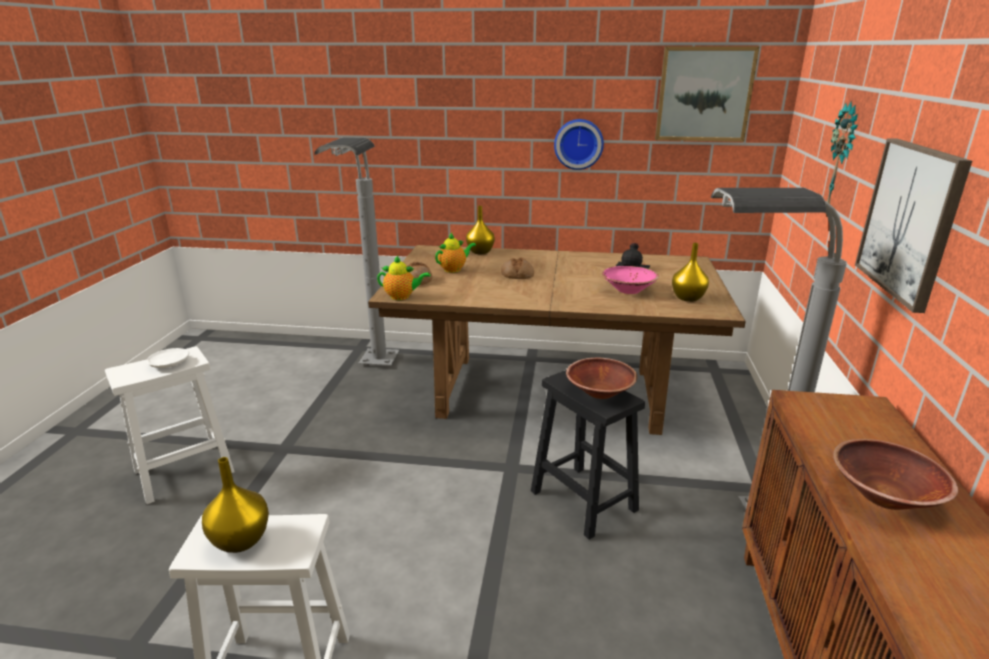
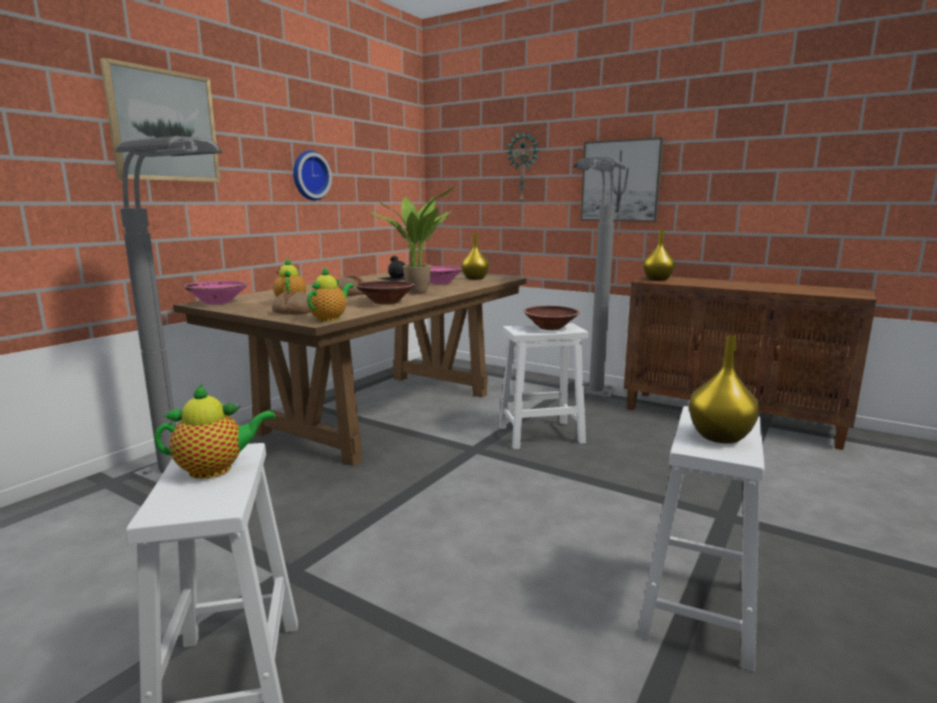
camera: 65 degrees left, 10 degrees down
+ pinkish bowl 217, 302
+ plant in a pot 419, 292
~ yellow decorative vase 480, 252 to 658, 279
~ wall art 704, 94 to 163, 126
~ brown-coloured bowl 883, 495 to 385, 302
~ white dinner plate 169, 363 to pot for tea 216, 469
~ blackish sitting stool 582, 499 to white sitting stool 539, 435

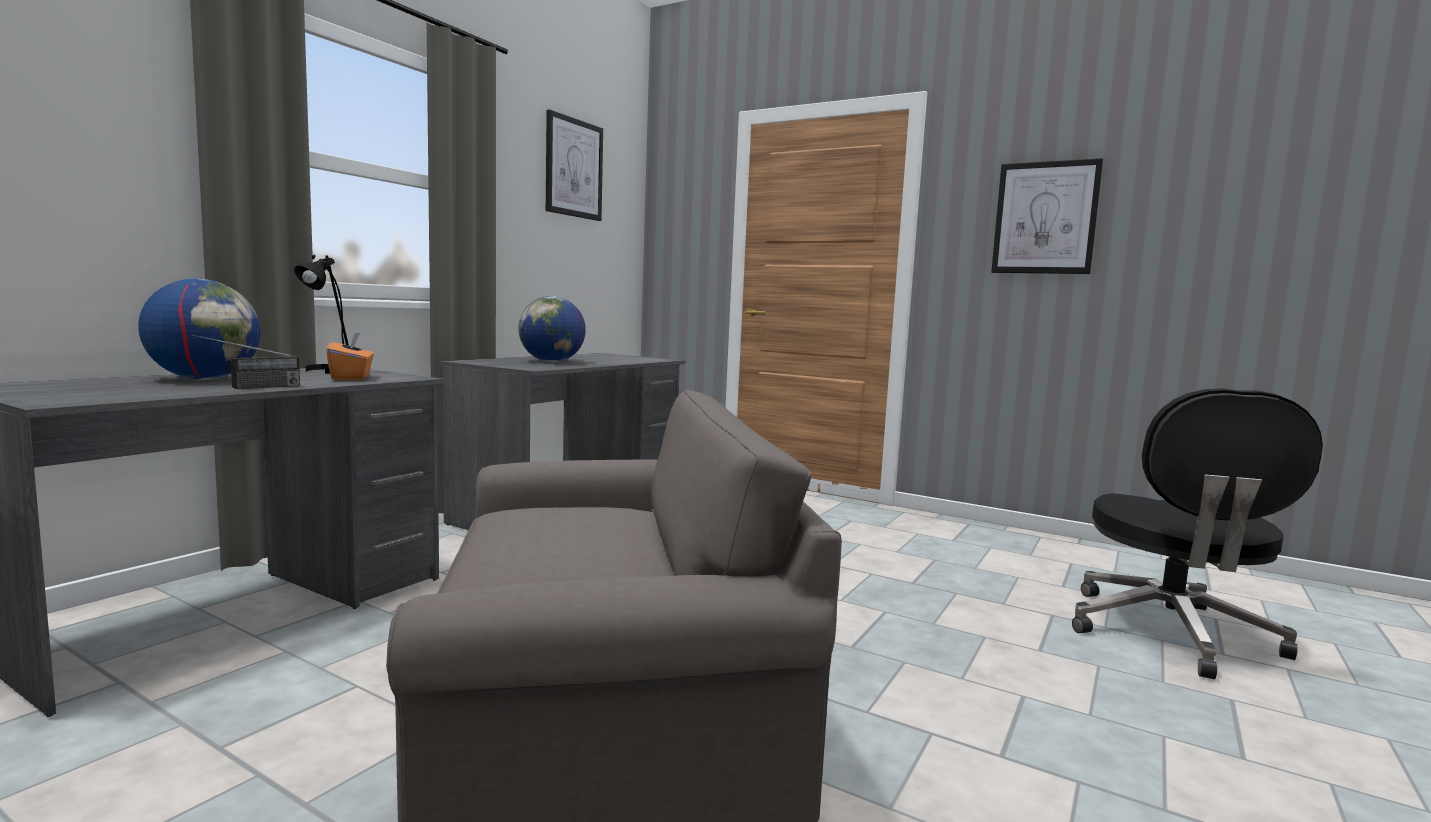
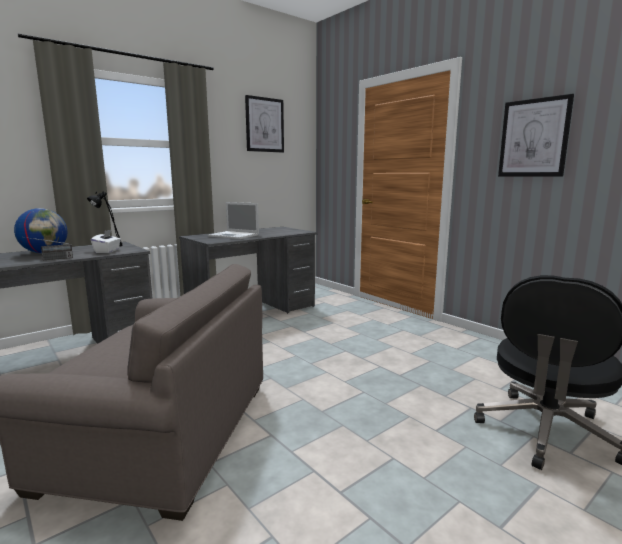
camera: 20 degrees right, 5 degrees up
~ globe 552, 362 to notebook computer 234, 235
~ orange box of tissues 352, 378 to white box of tissues 107, 251

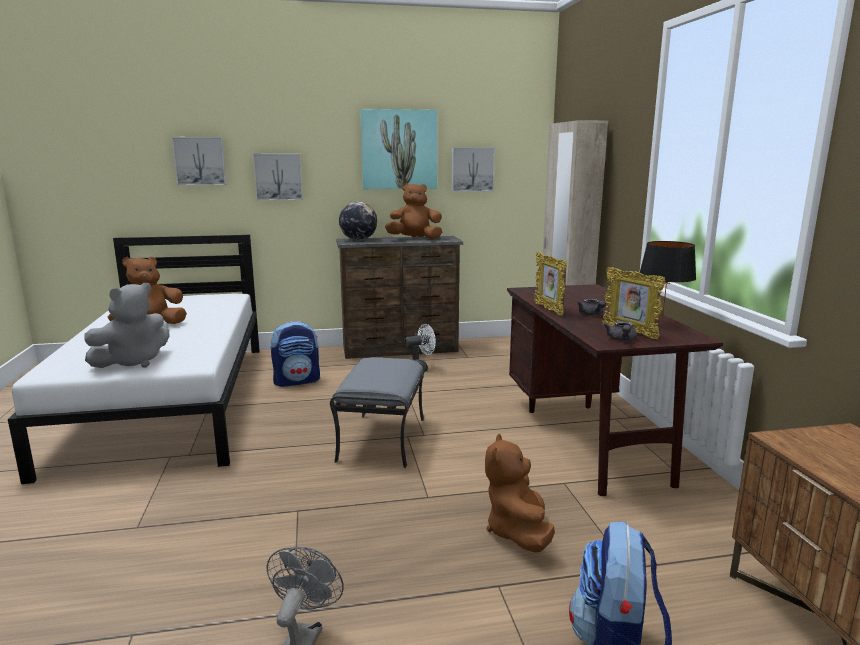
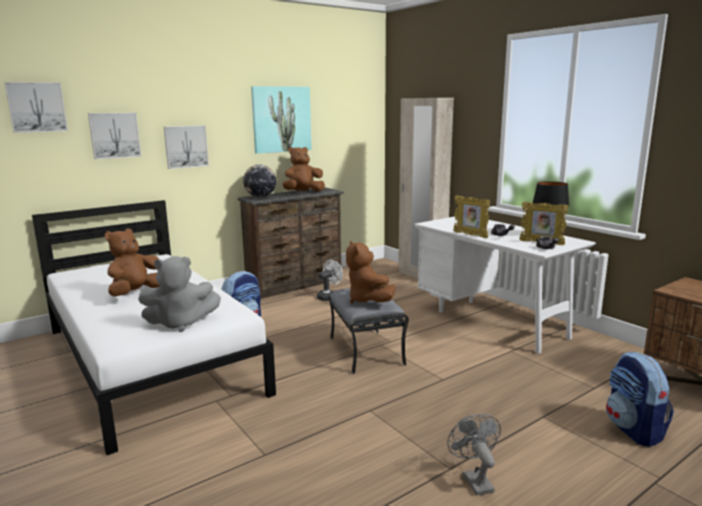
camera: 25 degrees left, 0 degrees up
~ wall art 472, 169 to 36, 107
~ brown-coloured cuddly toy 518, 532 to 367, 300
~ brown-coloured desk table 587, 437 to white desk table 492, 321
~ greyish cuddly toy 133, 362 = 181, 323 60 degrees clockwise

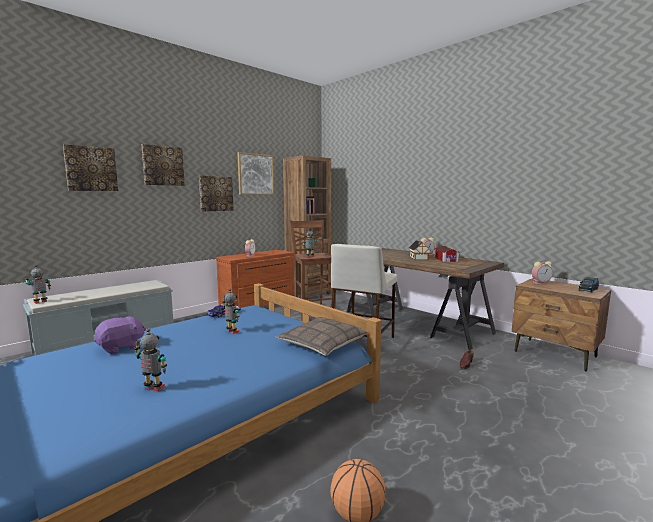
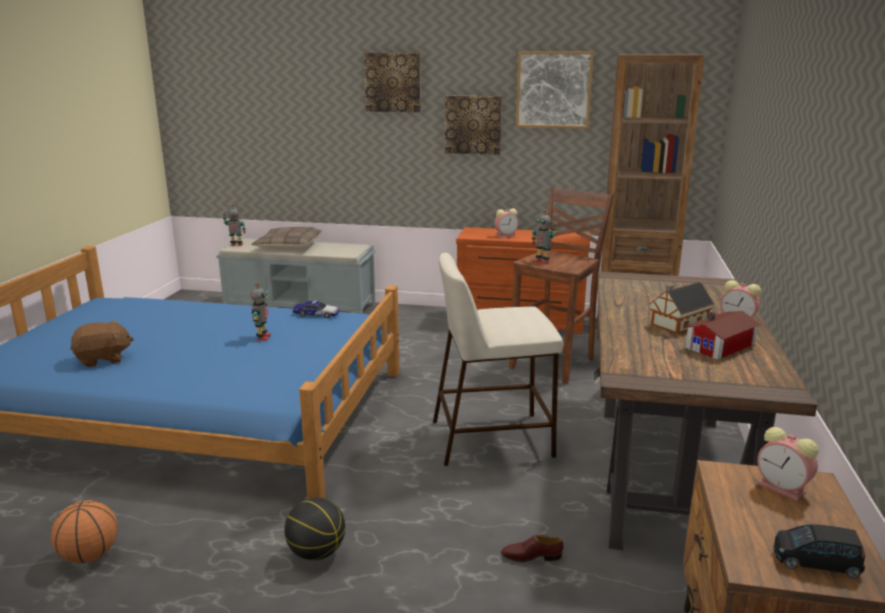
camera: 55 degrees right, 10 degrees up
- wall art 91, 169
- purple-coloured cuddly toy 121, 348
+ ball for basketball 316, 553
~ cushion 322, 344 to 288, 246
~ toy robot 153, 388 to brown-coloured cuddly toy 103, 359

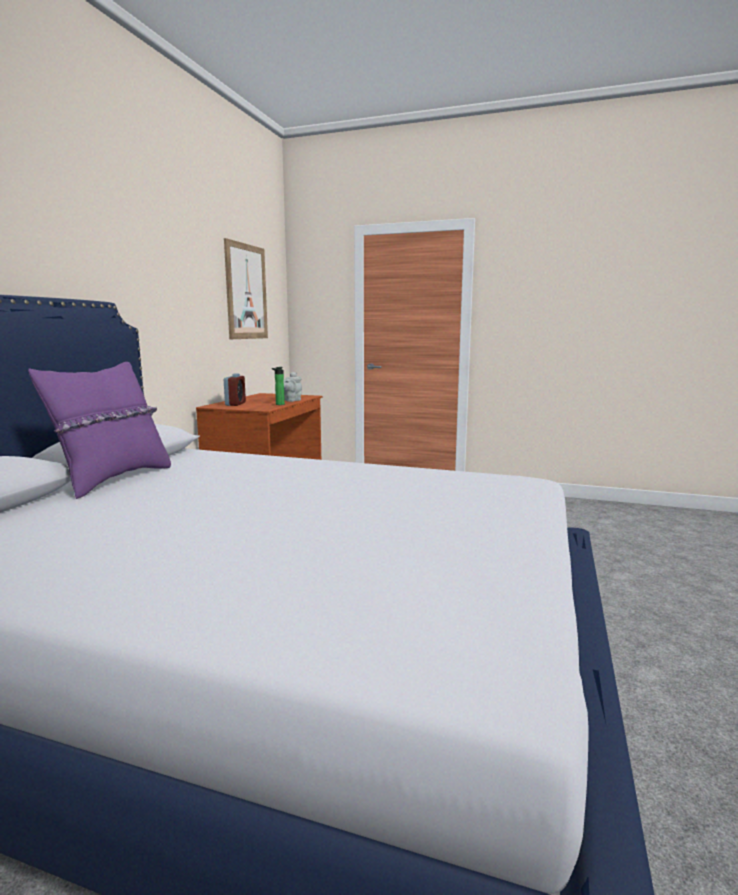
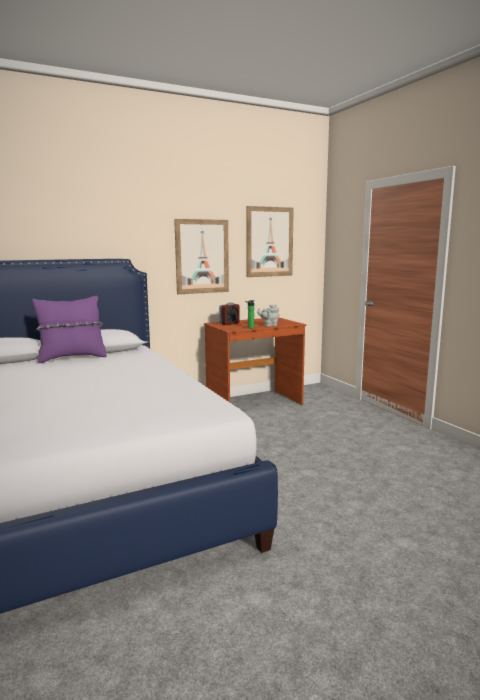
camera: 45 degrees right, 0 degrees up
+ wall art 202, 256

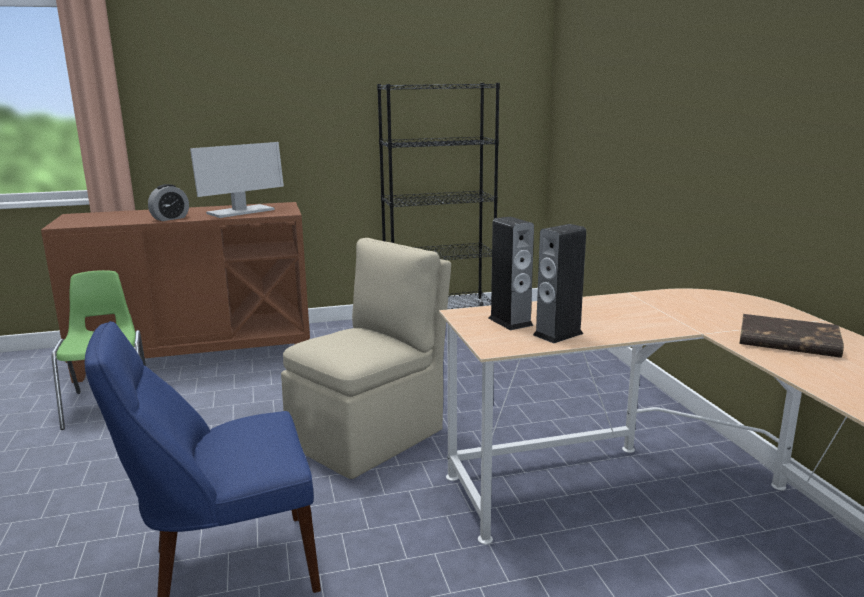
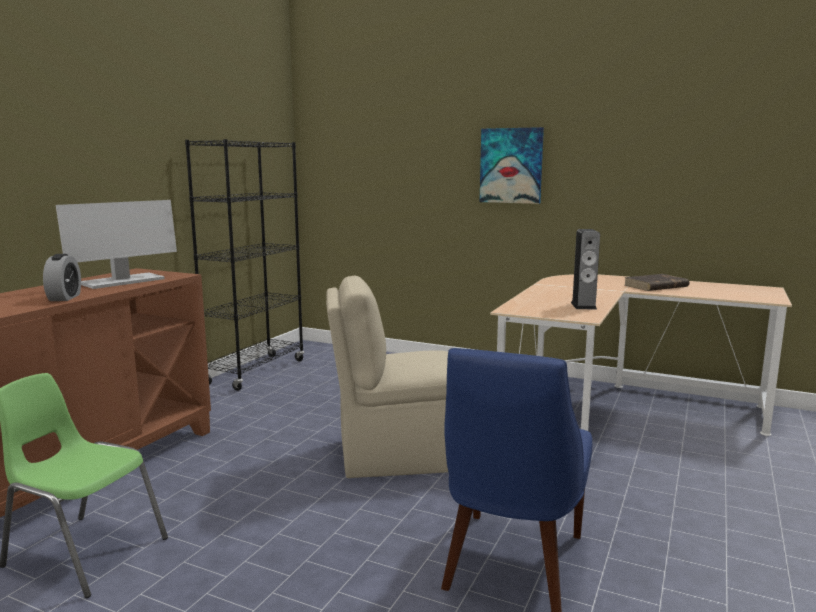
camera: 50 degrees left, 5 degrees down
- loudspeaker 510, 322
+ wall art 511, 165
~ computer display 240, 212 = 122, 281 45 degrees clockwise
~ beige-coloured upright chair 370, 436 = 397, 455 90 degrees counterclockwise

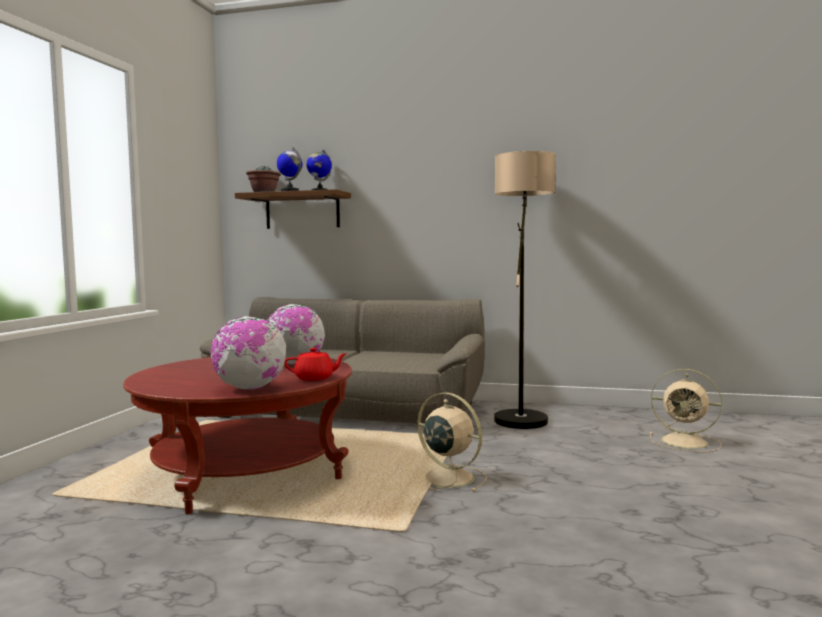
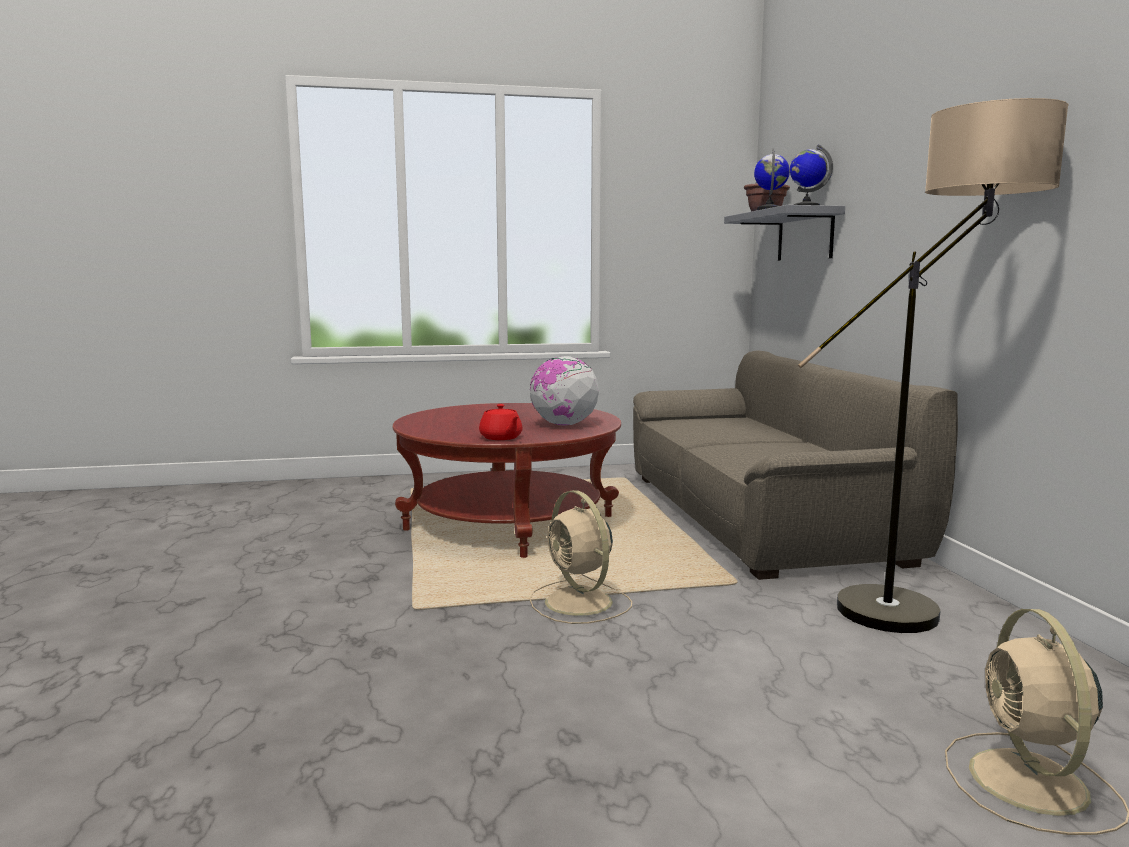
camera: 65 degrees right, 5 degrees up
- globe 250, 388
~ brown-coloured wall shelf 302, 211 to greyish wall shelf 805, 235
~ beige-coloured cooling fan 446, 477 = 580, 603 135 degrees clockwise

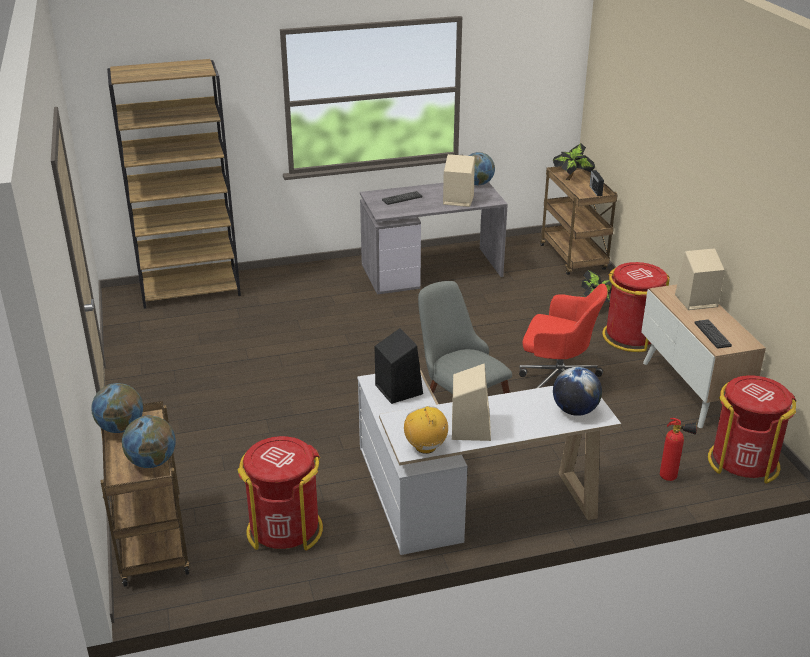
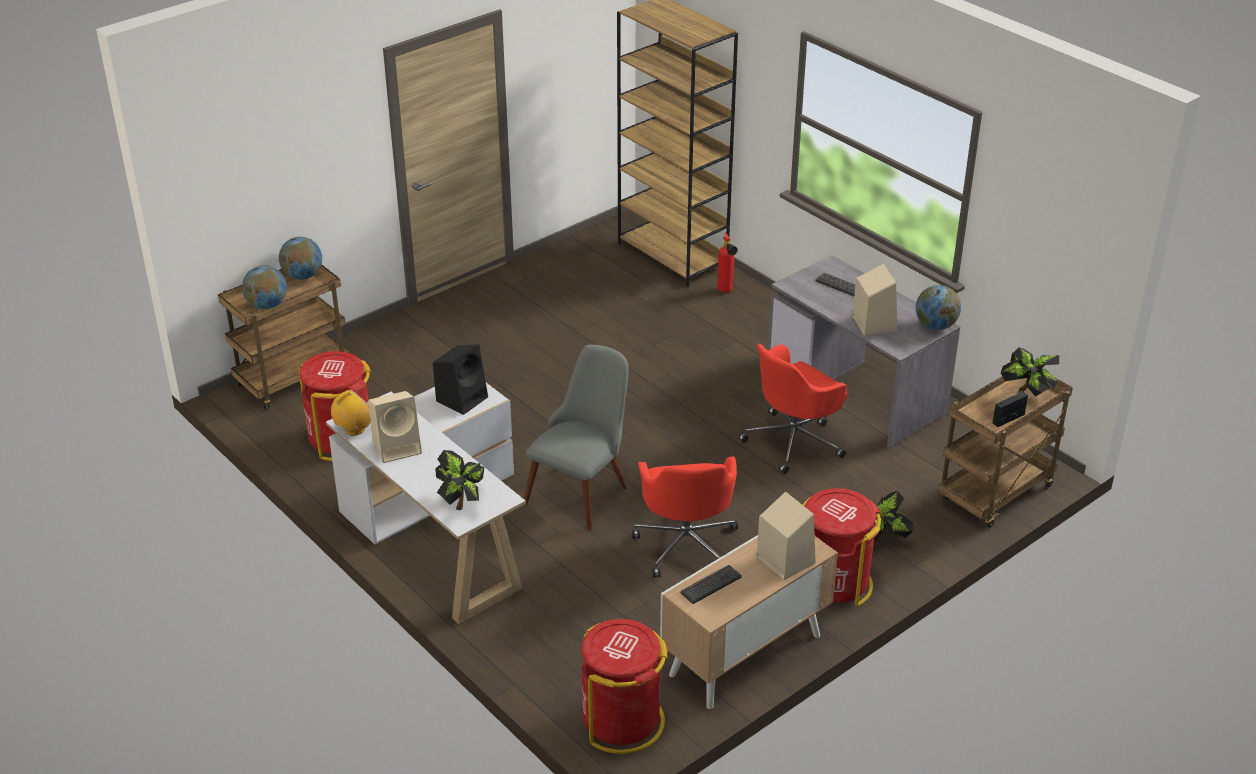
camera: 65 degrees right, 5 degrees up
+ reddish desk chair 794, 441
~ fire extinguisher 672, 477 to 726, 292
~ globe 575, 411 to plant in a pot 462, 503

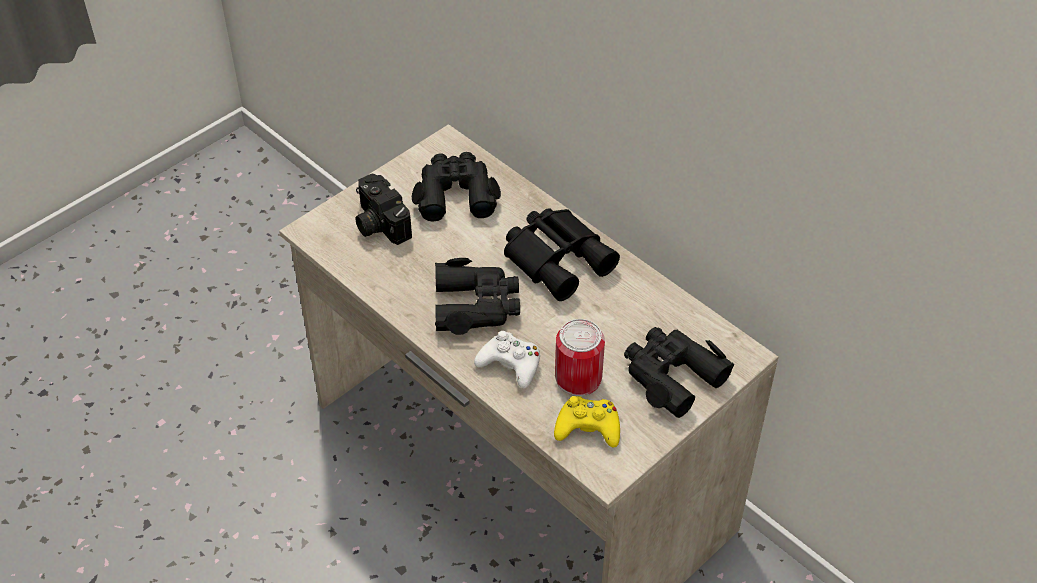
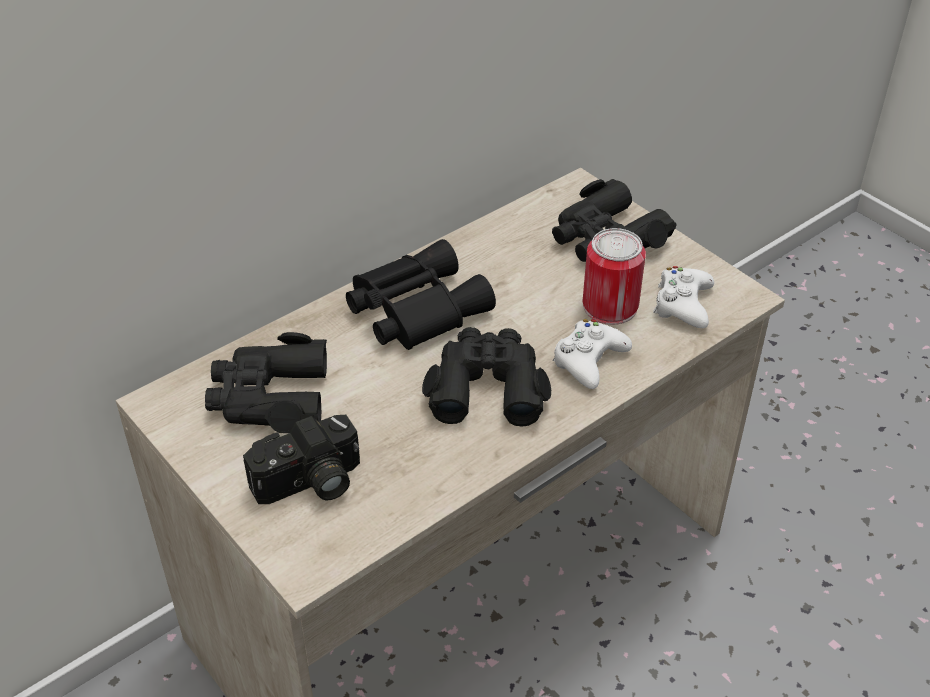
camera: 85 degrees left, 5 degrees down
~ yellow game controller 588, 427 to white game controller 682, 304

